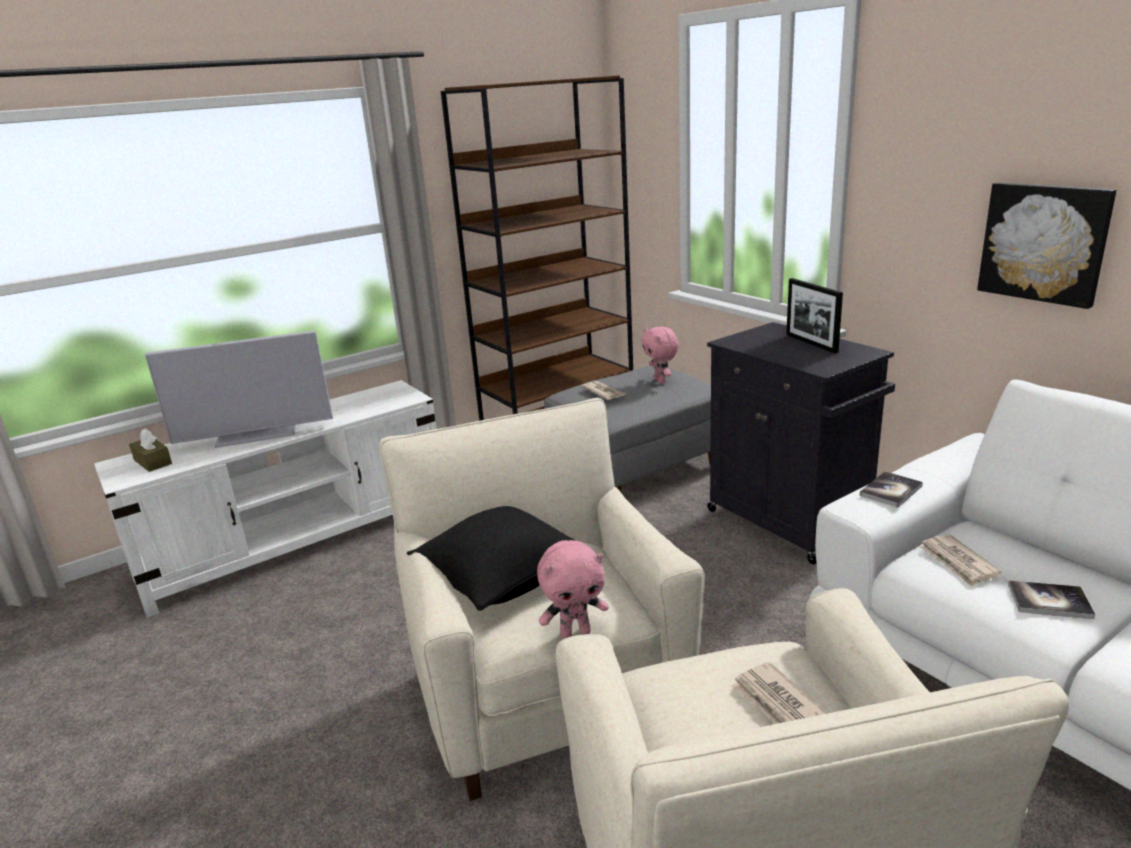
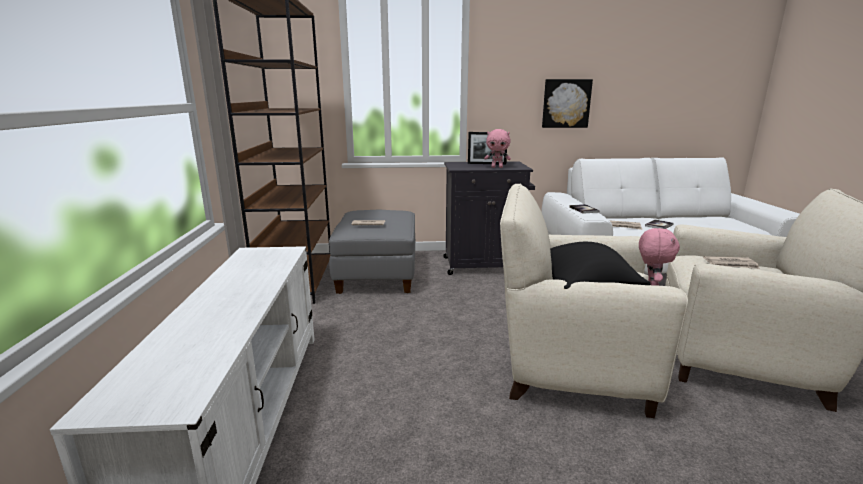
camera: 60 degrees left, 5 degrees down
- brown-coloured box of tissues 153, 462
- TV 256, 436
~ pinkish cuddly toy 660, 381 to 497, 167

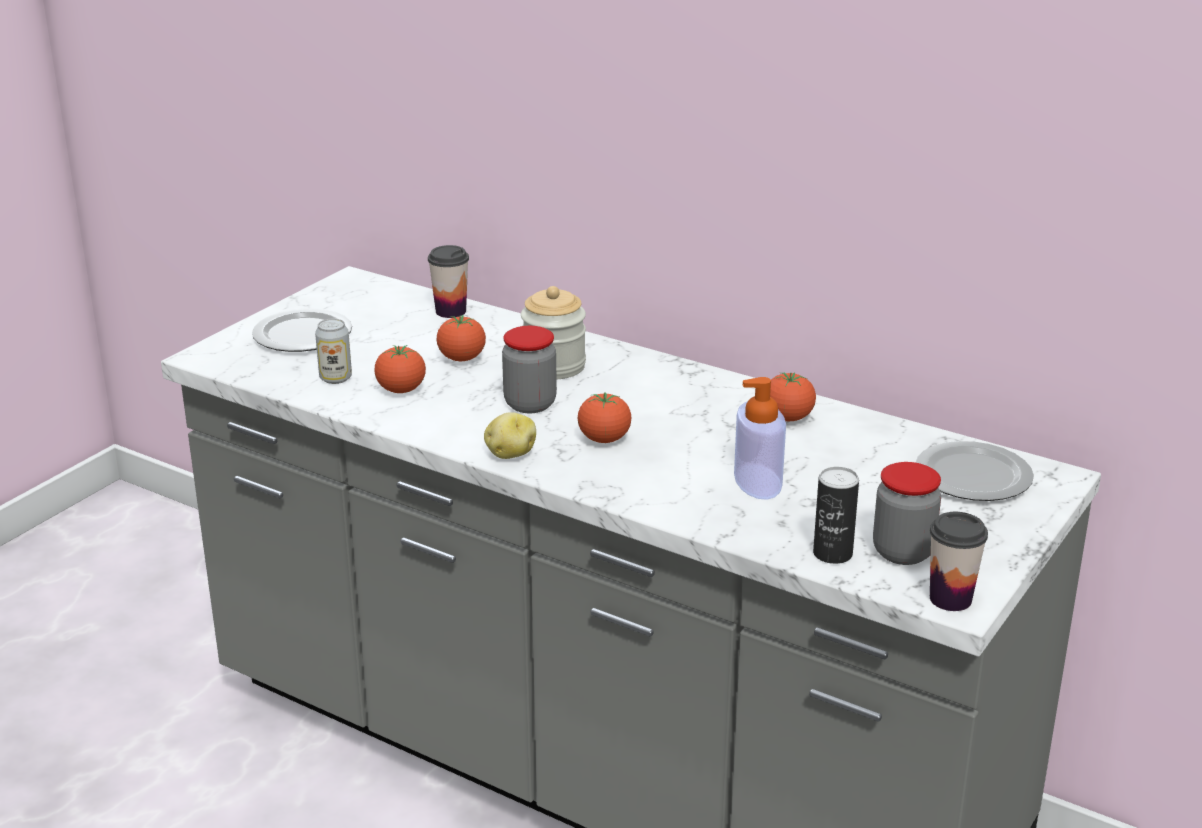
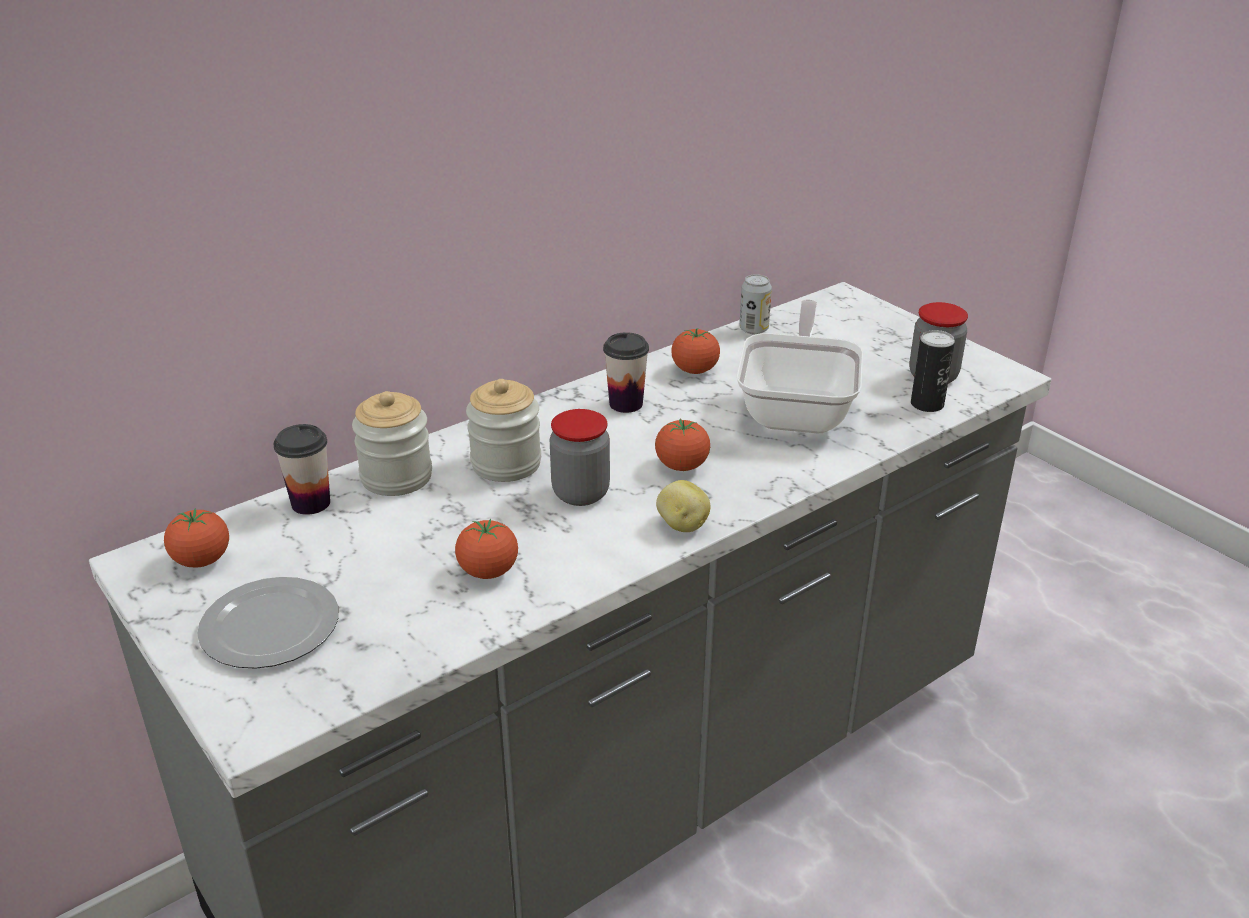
camera: 70 degrees left, 5 degrees up
- dinner plate 974, 477
+ jar 396, 477
~ sealed can 335, 378 to 753, 329
~ tomato 462, 359 to 202, 560
~ drinking cup 950, 599 to 626, 404
~ soap bottle 758, 481 to skillet 798, 409

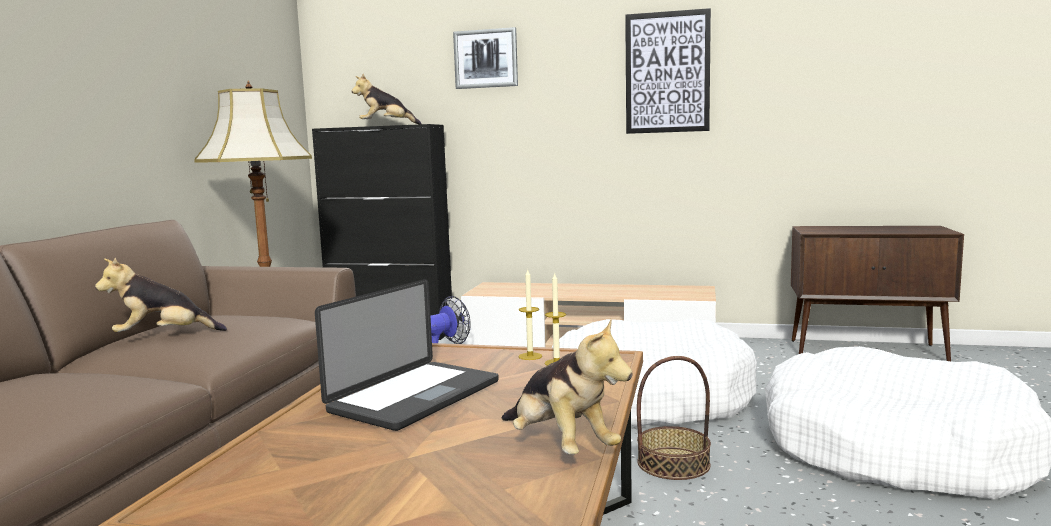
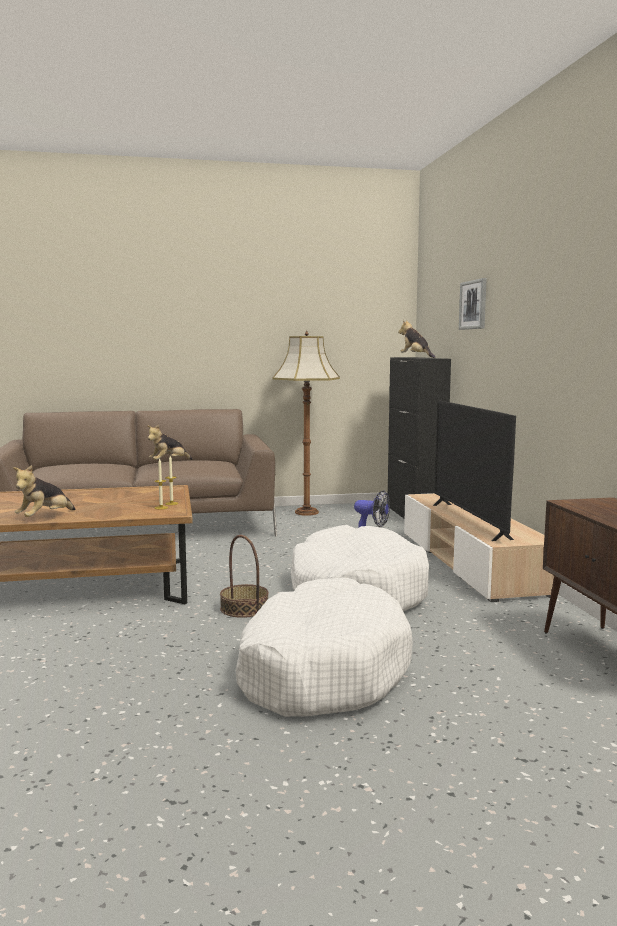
camera: 65 degrees right, 0 degrees up
- notebook computer 415, 397
- wall art 667, 72
+ TV 469, 521
~ cuddly toy 163, 336 = 168, 462 90 degrees counterclockwise

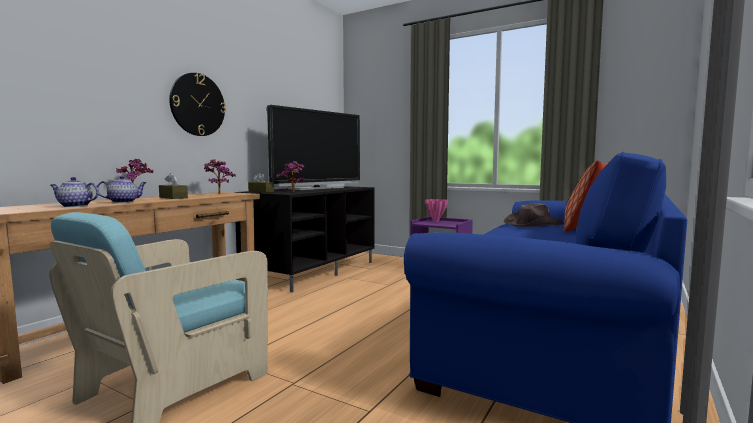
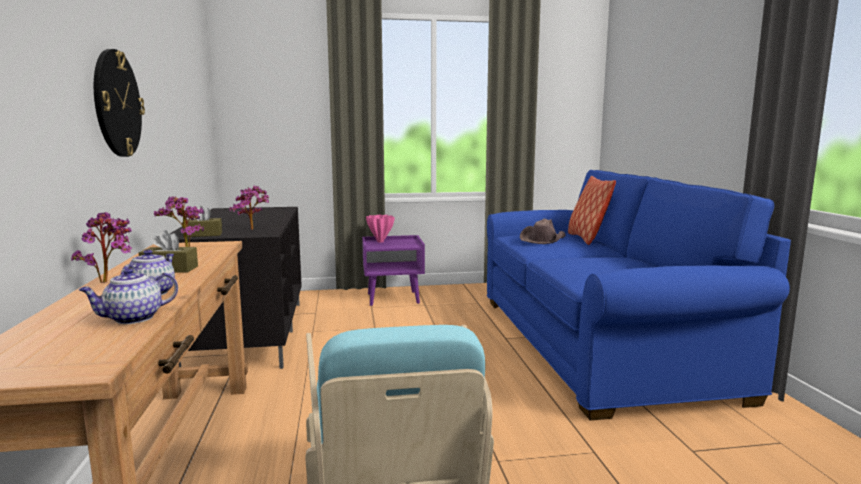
camera: 40 degrees left, 5 degrees up
- TV 316, 188

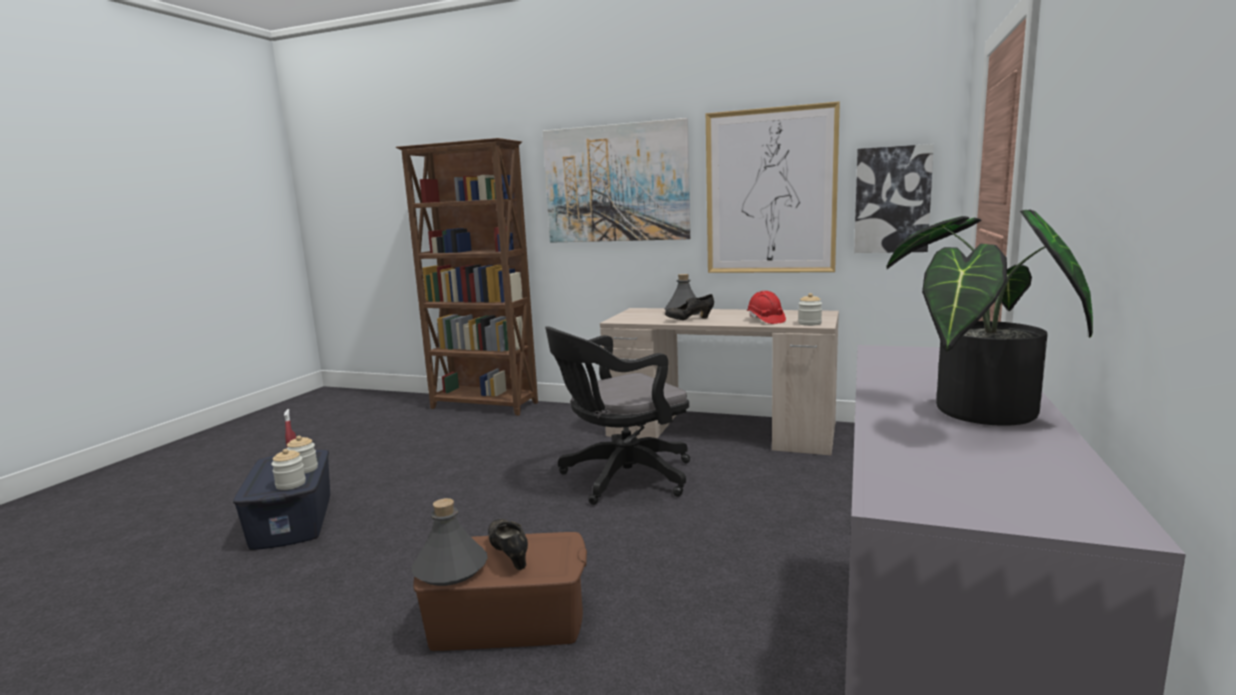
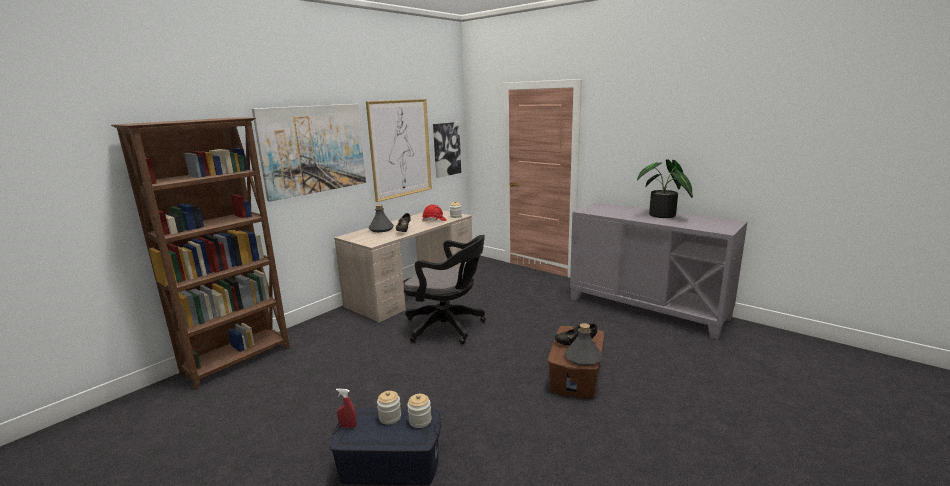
camera: 70 degrees left, 5 degrees up
~ blackish desk chair 621, 478 = 448, 327 60 degrees counterclockwise

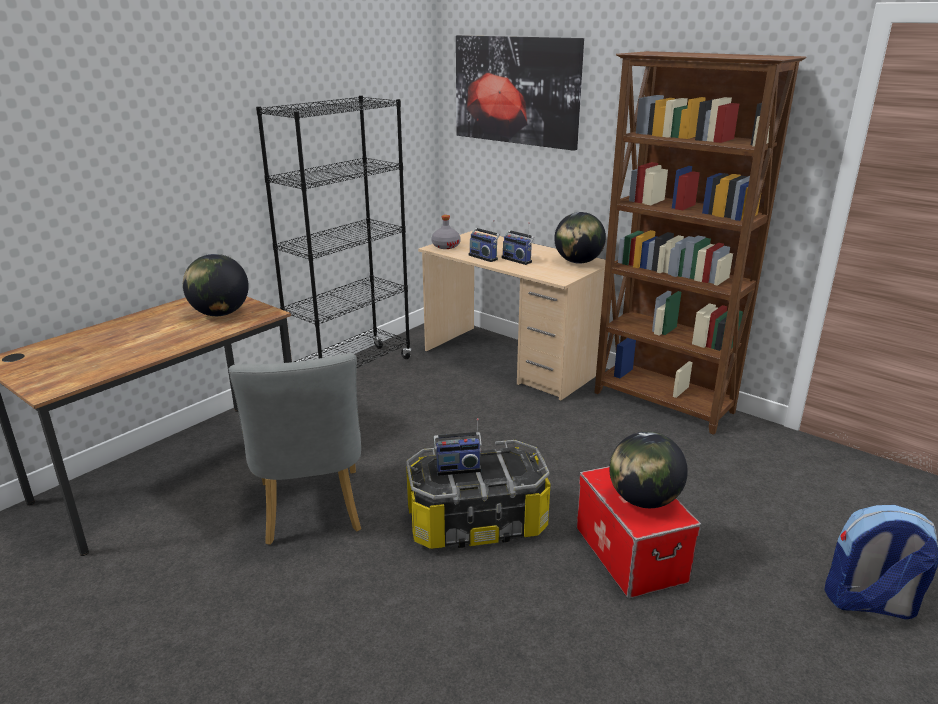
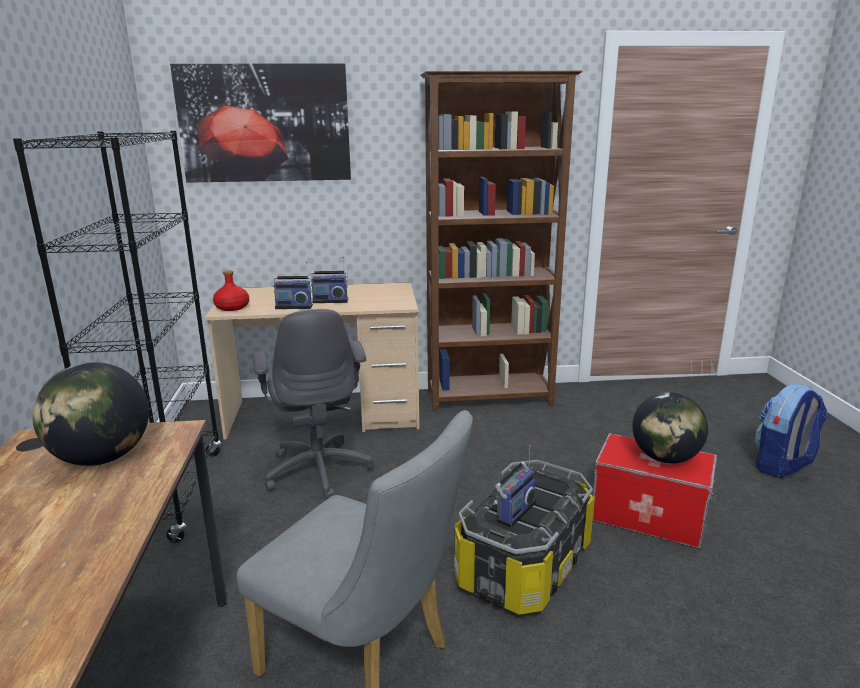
camera: 45 degrees left, 5 degrees down
- globe 578, 262
+ greyish desk chair 319, 470
~ greyish drink bottle 445, 246 to reddish drink bottle 231, 307

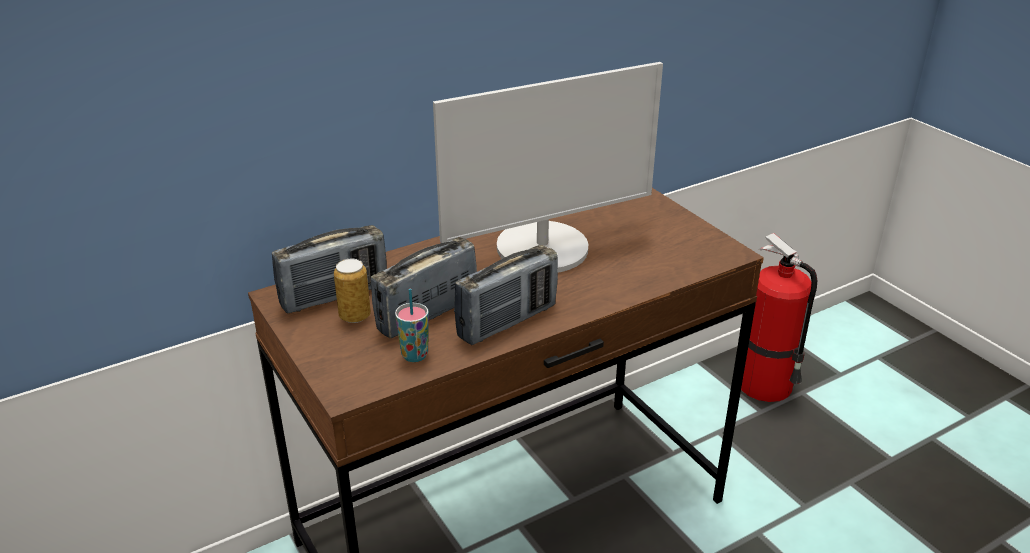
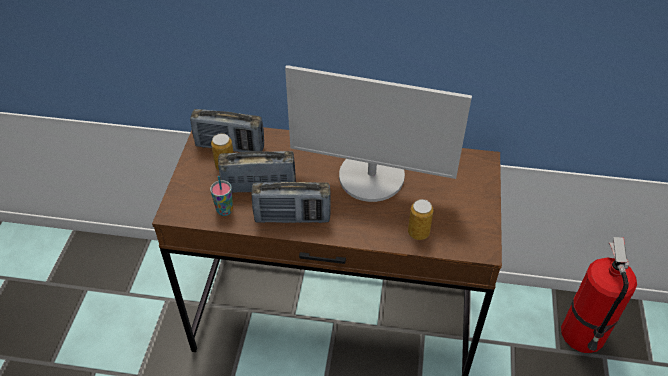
camera: 40 degrees right, 15 degrees up
+ sealed can 418, 233

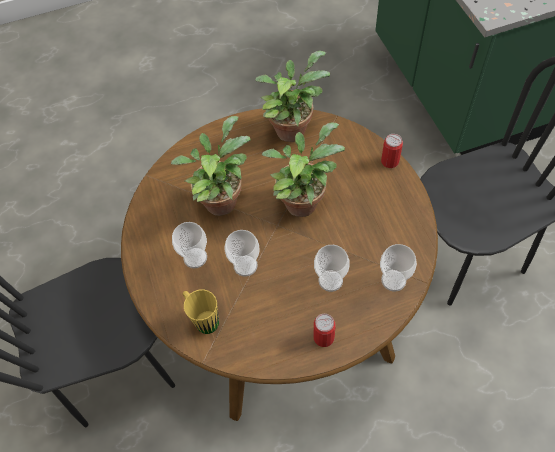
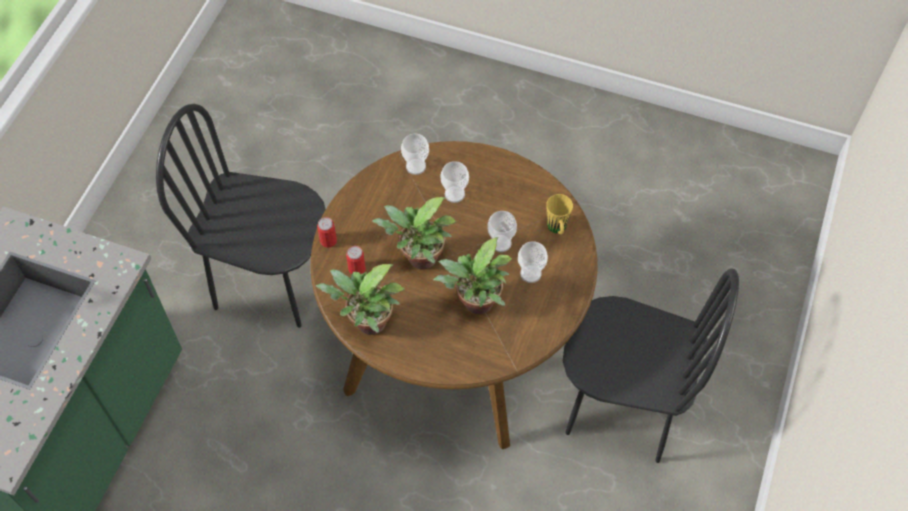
camera: 145 degrees left, 0 degrees up
~ sealed can 323, 337 to 357, 269

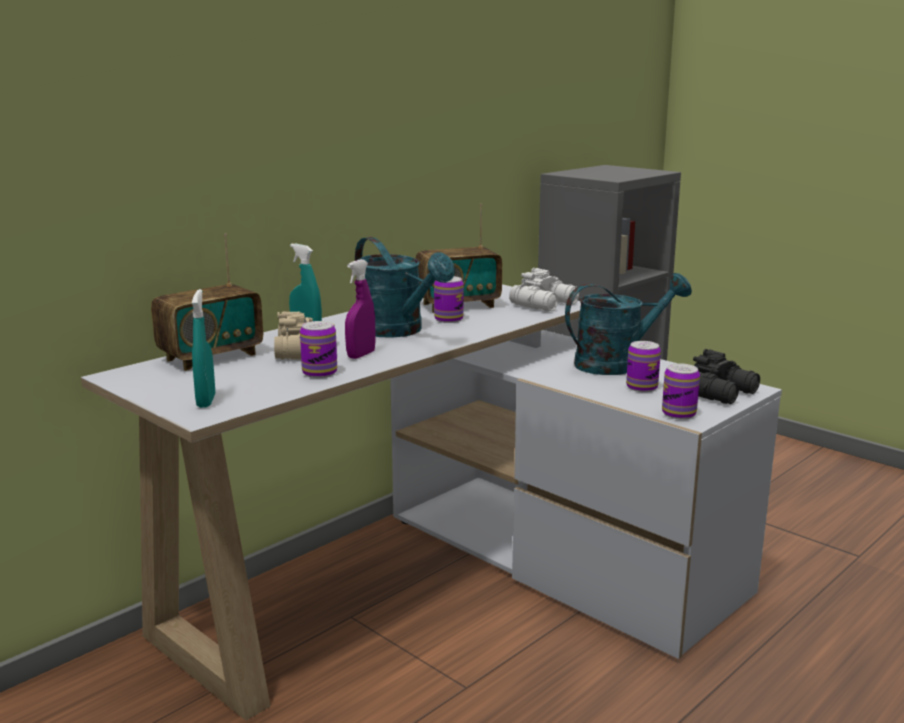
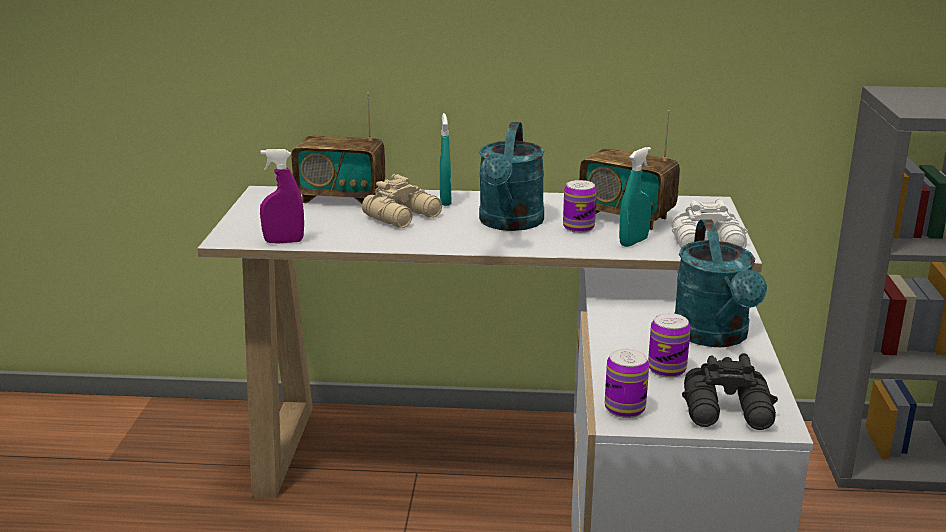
camera: 50 degrees right, 5 degrees up
- sealed can 319, 373
~ blue-green sprayer 206, 401 to 633, 242
~ purple-coloured sprayer 361, 355 to 284, 241
~ blue-green watering can 617, 363 = 715, 337 60 degrees clockwise

